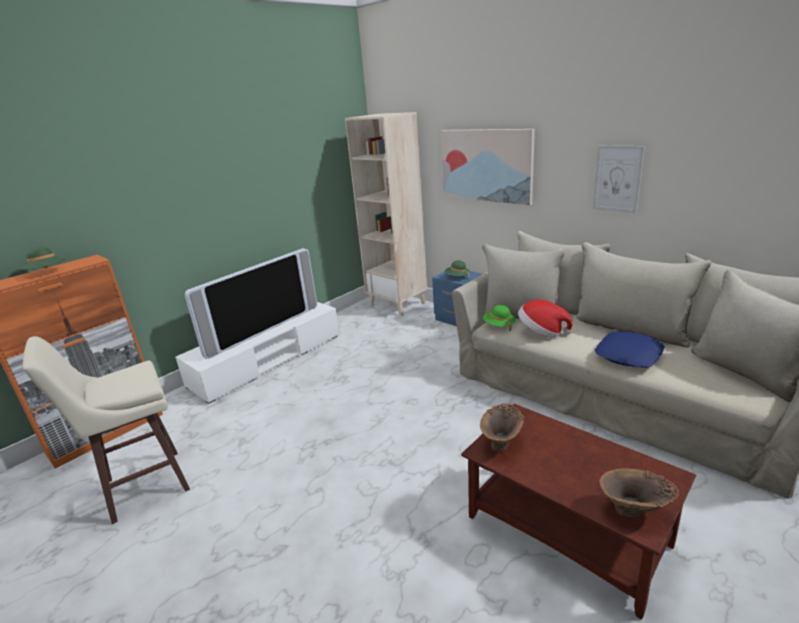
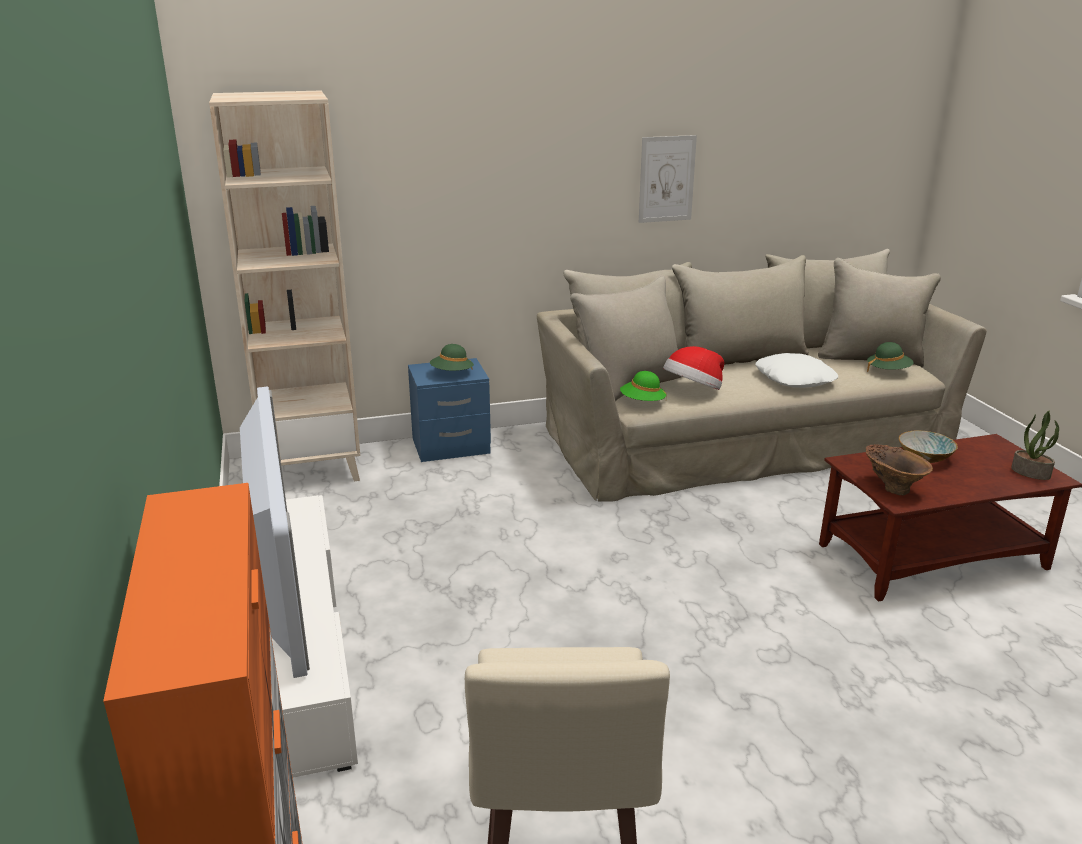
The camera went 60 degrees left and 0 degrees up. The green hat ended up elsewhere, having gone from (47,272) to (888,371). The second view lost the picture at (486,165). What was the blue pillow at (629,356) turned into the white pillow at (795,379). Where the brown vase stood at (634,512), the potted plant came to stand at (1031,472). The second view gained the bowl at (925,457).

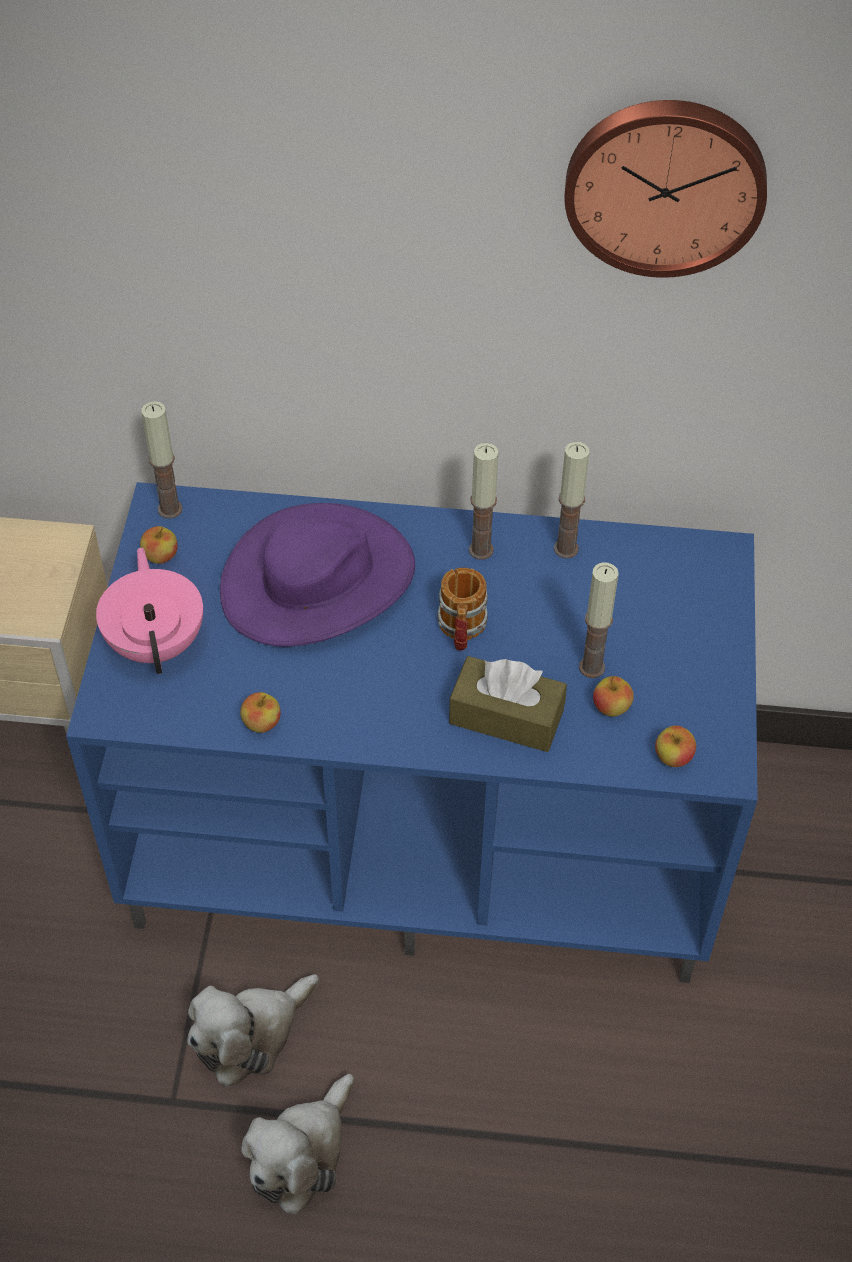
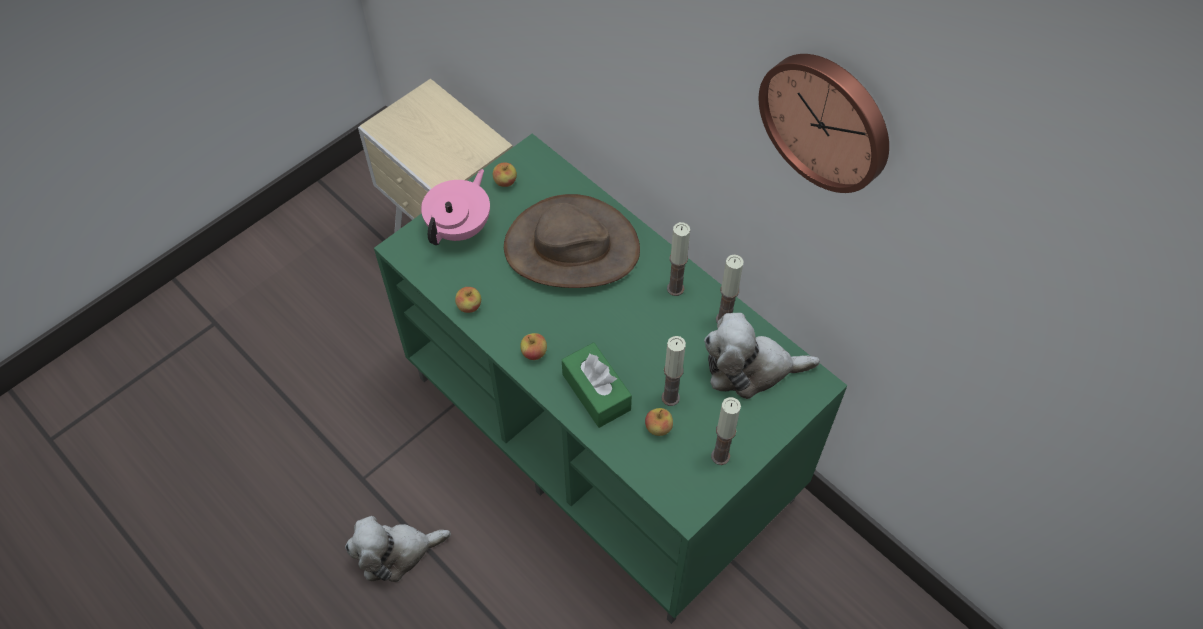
The camera went 40 degrees right and 5 degrees up. What was the blue tv stand at (428,835) turned into the green tv stand at (605,437). The candle ended up elsewhere, having gone from (170,509) to (720,456). The plush toy ended up elsewhere, having gone from (250,1035) to (750,368). What was the purple hat at (318,581) turned into the brown hat at (571,248). The second view lost the mug at (461,630). What was the brown tissue box at (506,716) turned into the green tissue box at (596,392). The apple ended up elsewhere, having gone from (673,757) to (534,353).

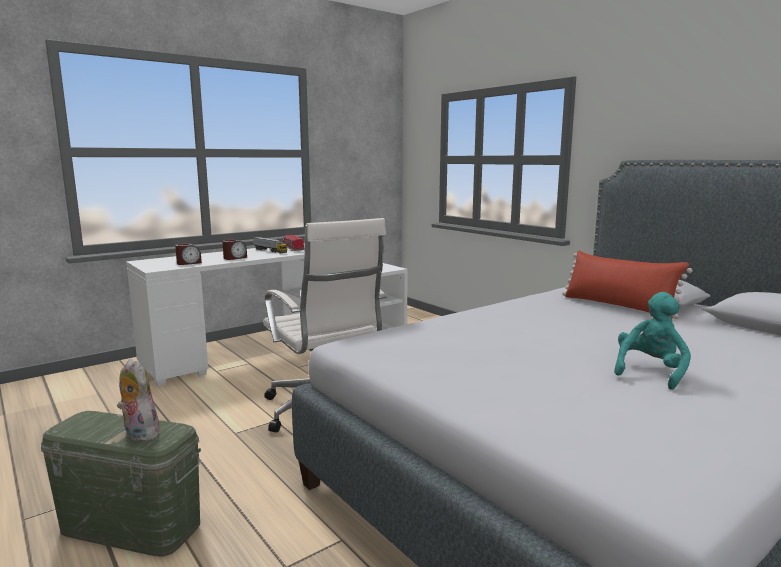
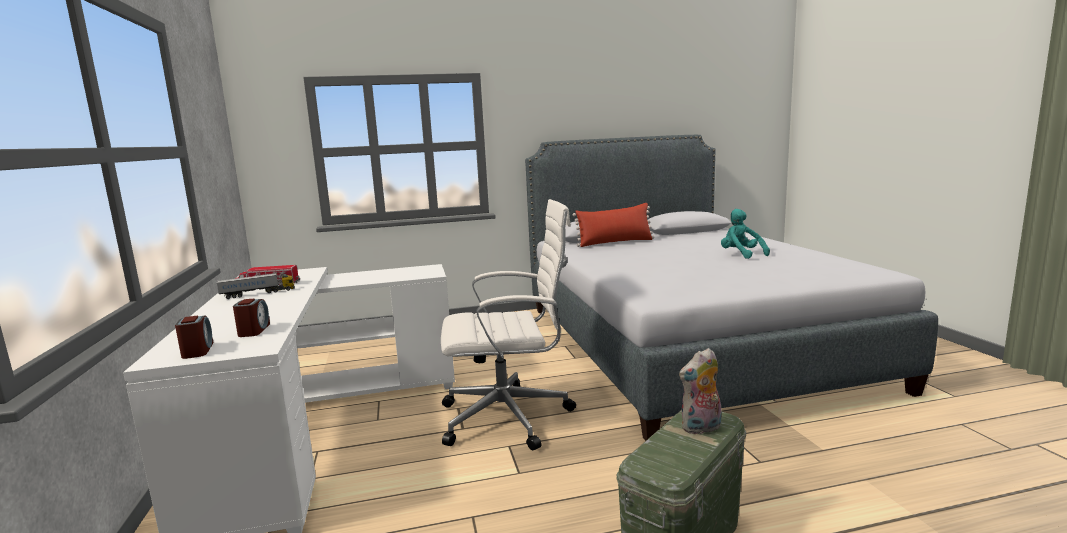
The camera went 65 degrees left and 0 degrees up. The alarm clock ended up elsewhere, having gone from (235,258) to (197,351).

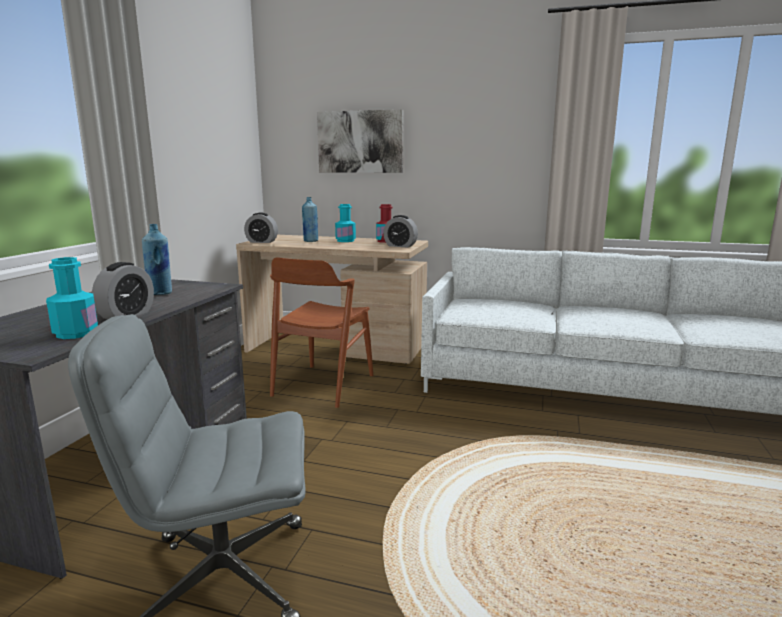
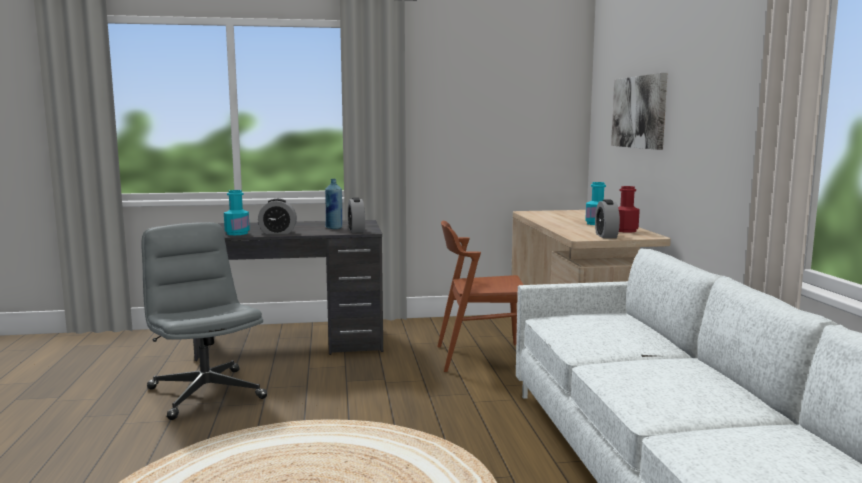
The camera went 65 degrees right and 5 degrees down. The alarm clock ended up elsewhere, having gone from (261,242) to (356,231). The second view lost the blue bottle at (310,241).

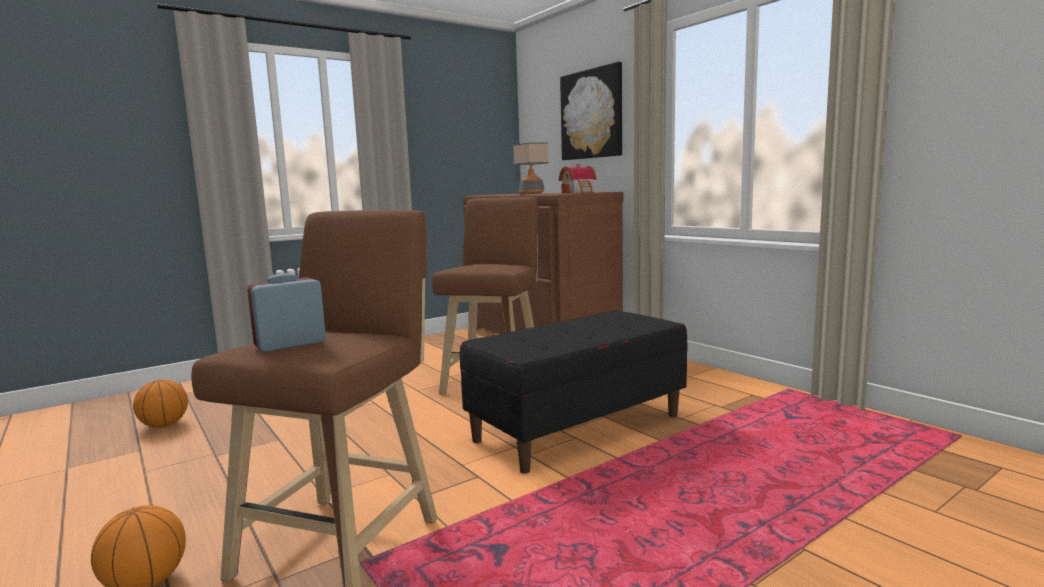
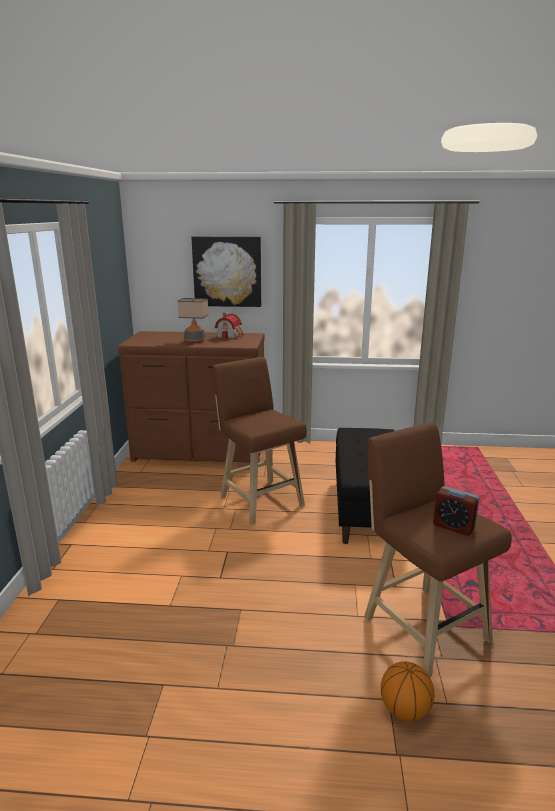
The camera went 50 degrees left and 10 degrees up. The second view lost the basketball at (164,425). The alarm clock at (290,344) ended up facing another way, 60 degrees counterclockwise from before.

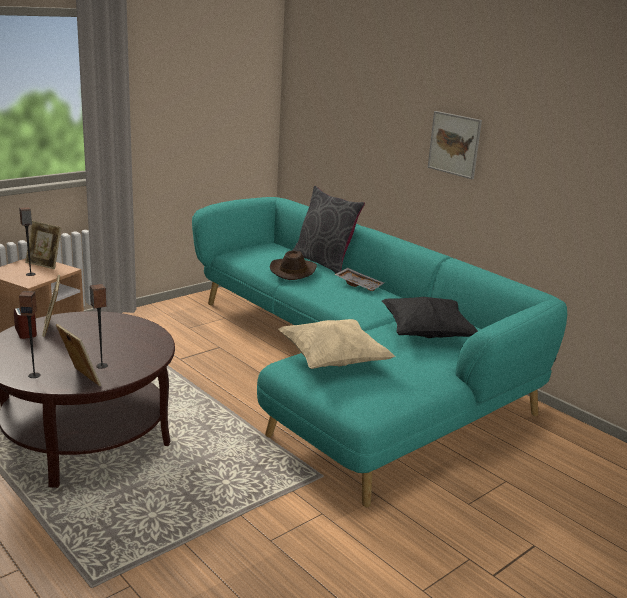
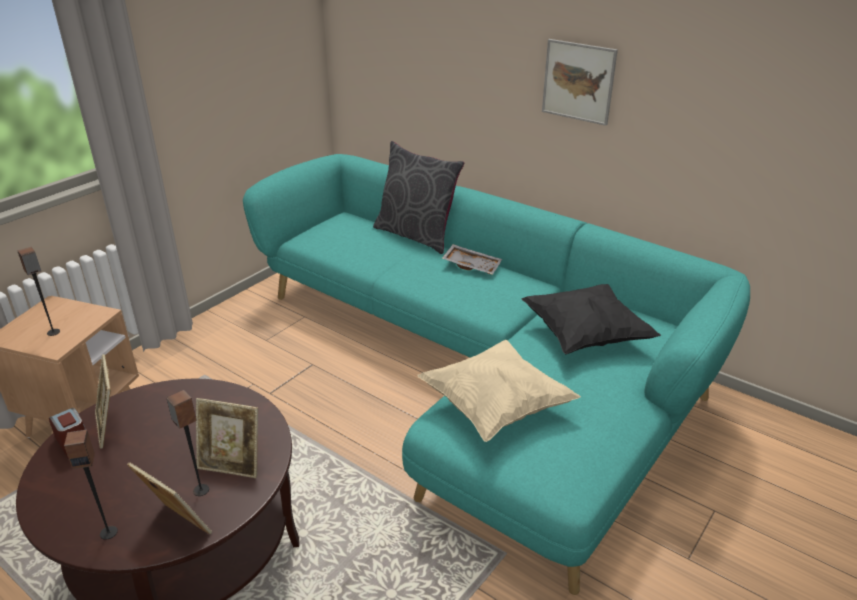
The camera went 10 degrees left and 10 degrees up. The picture frame ended up elsewhere, having gone from (44,264) to (232,465). The second view lost the brown hat at (293,271).

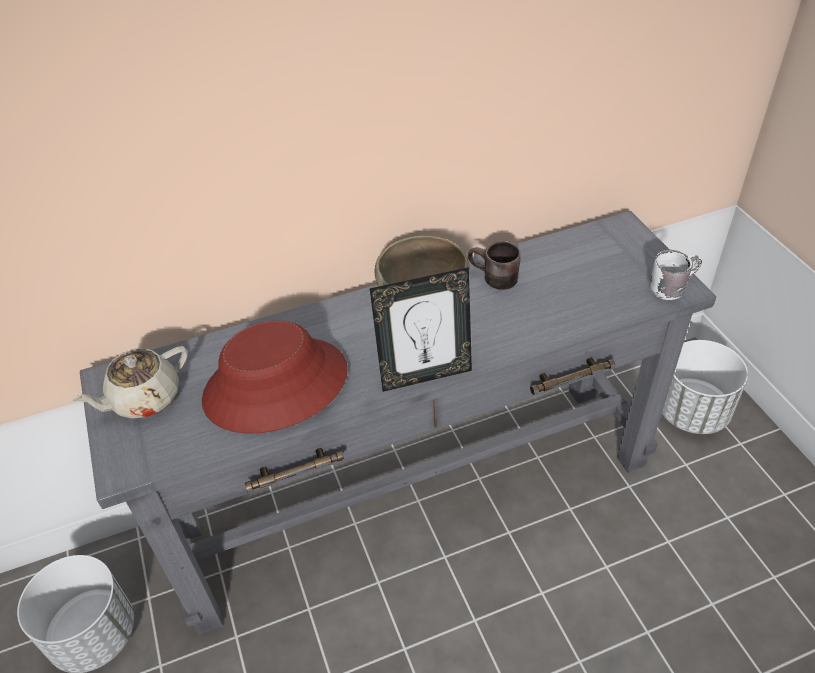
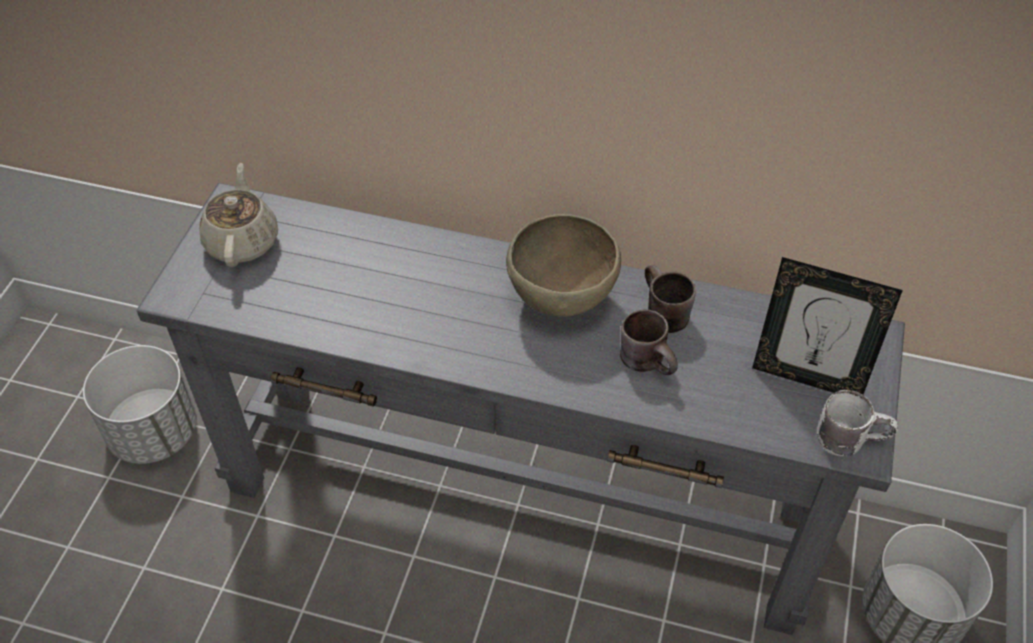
The camera went 35 degrees right and 5 degrees up. The beige teapot at (144,398) ended up facing another way, 90 degrees clockwise from before. The second view lost the red hat at (276,386). The picture frame ended up elsewhere, having gone from (425,375) to (807,377). The second view gained the brown mug at (650,360).

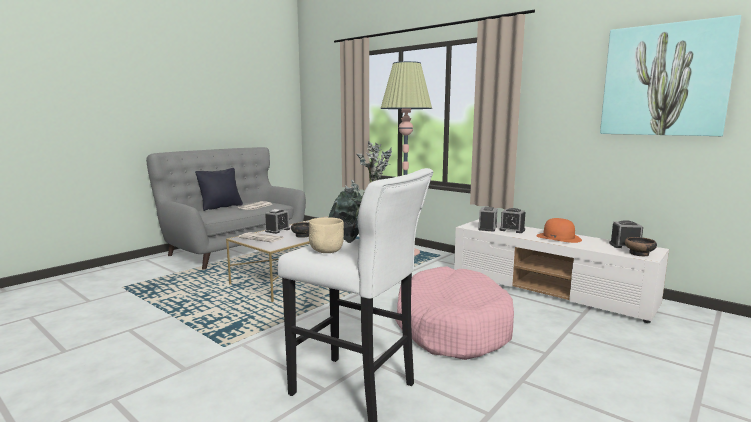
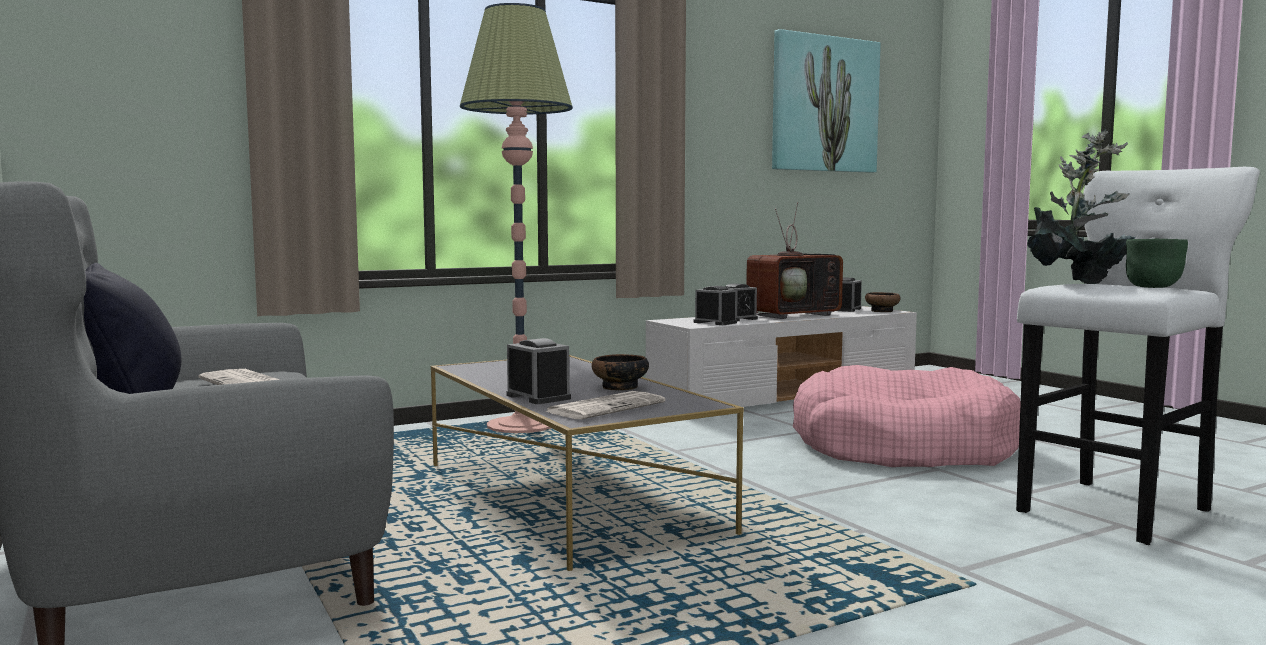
The camera went 70 degrees left and 5 degrees down. What was the beige bowl at (326,251) turned into the green bowl at (1154,287). Where the orange hat stood at (558,237), the television came to stand at (793,315).

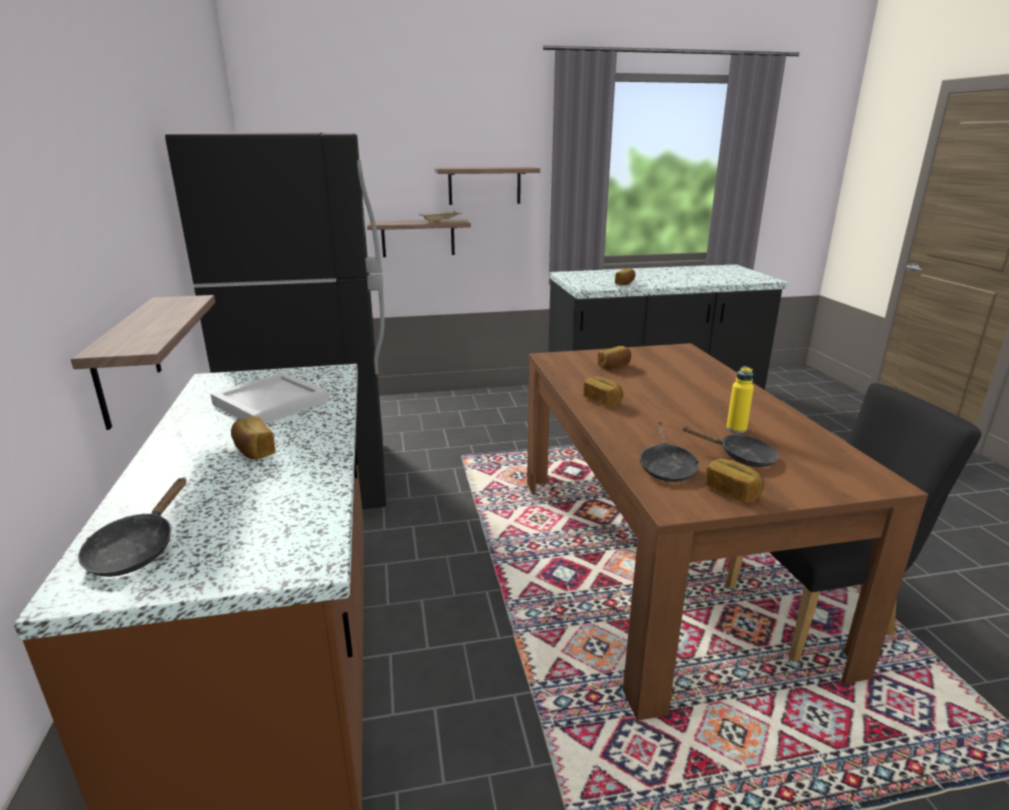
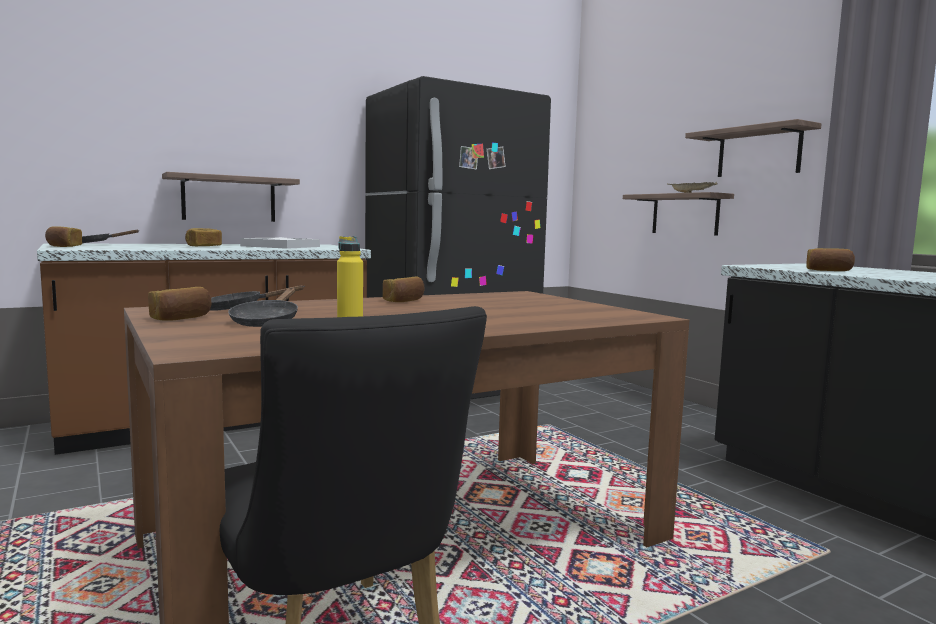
The camera went 70 degrees right and 15 degrees down. The bread ended up elsewhere, having gone from (614,366) to (63,246).

